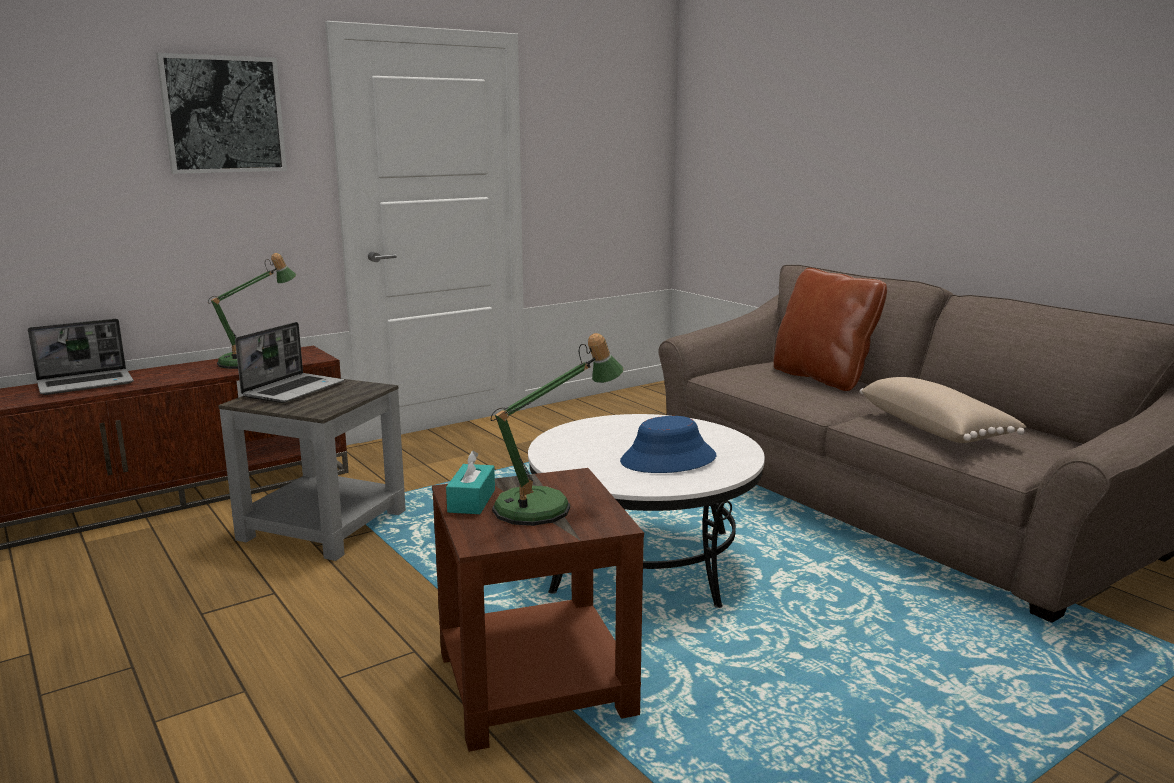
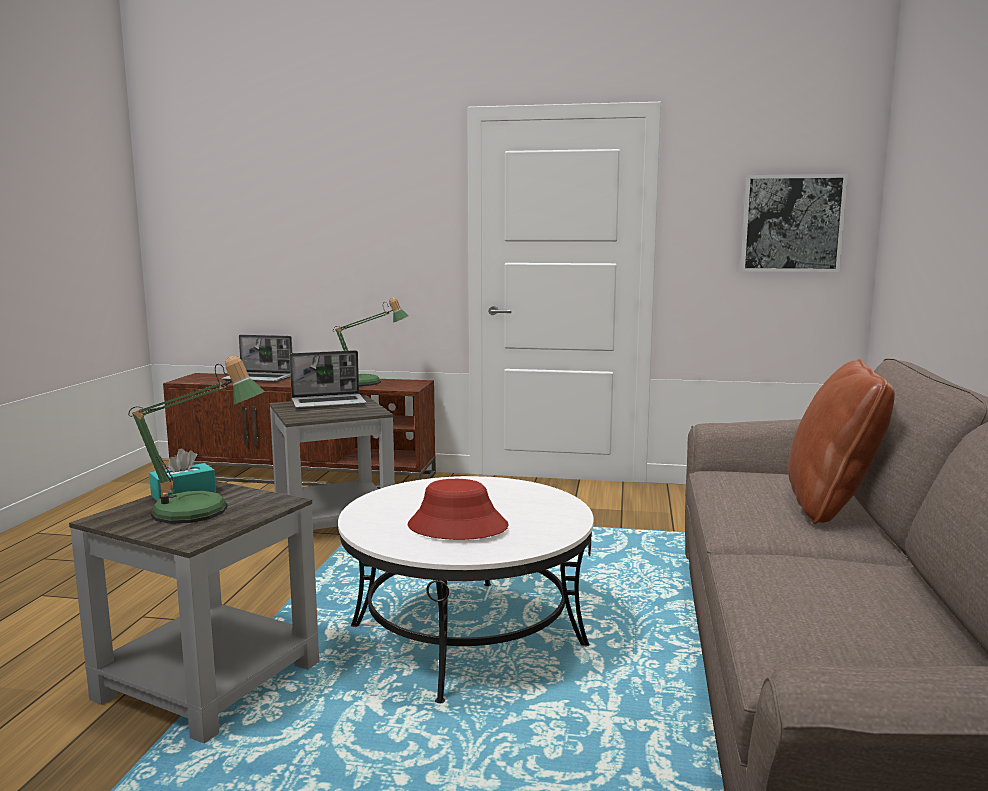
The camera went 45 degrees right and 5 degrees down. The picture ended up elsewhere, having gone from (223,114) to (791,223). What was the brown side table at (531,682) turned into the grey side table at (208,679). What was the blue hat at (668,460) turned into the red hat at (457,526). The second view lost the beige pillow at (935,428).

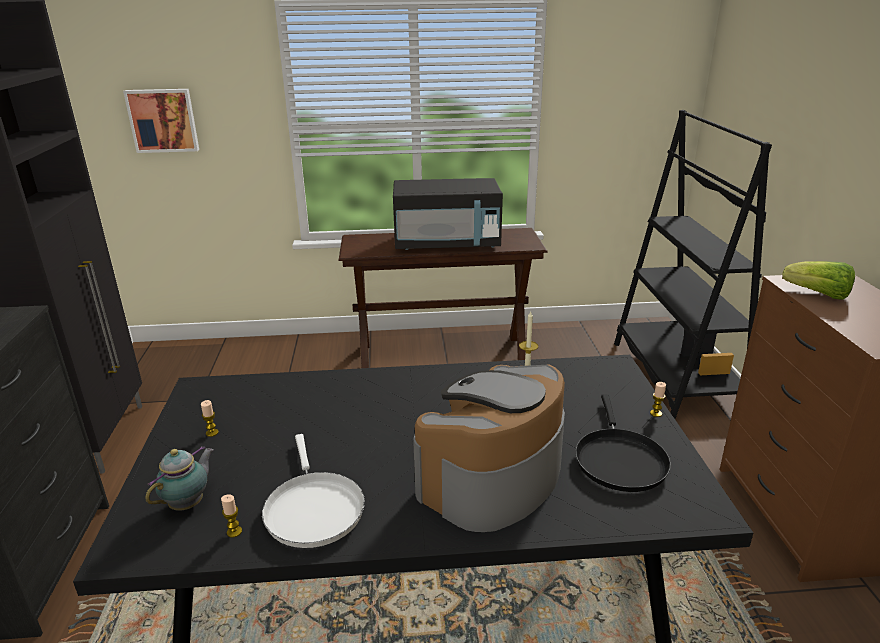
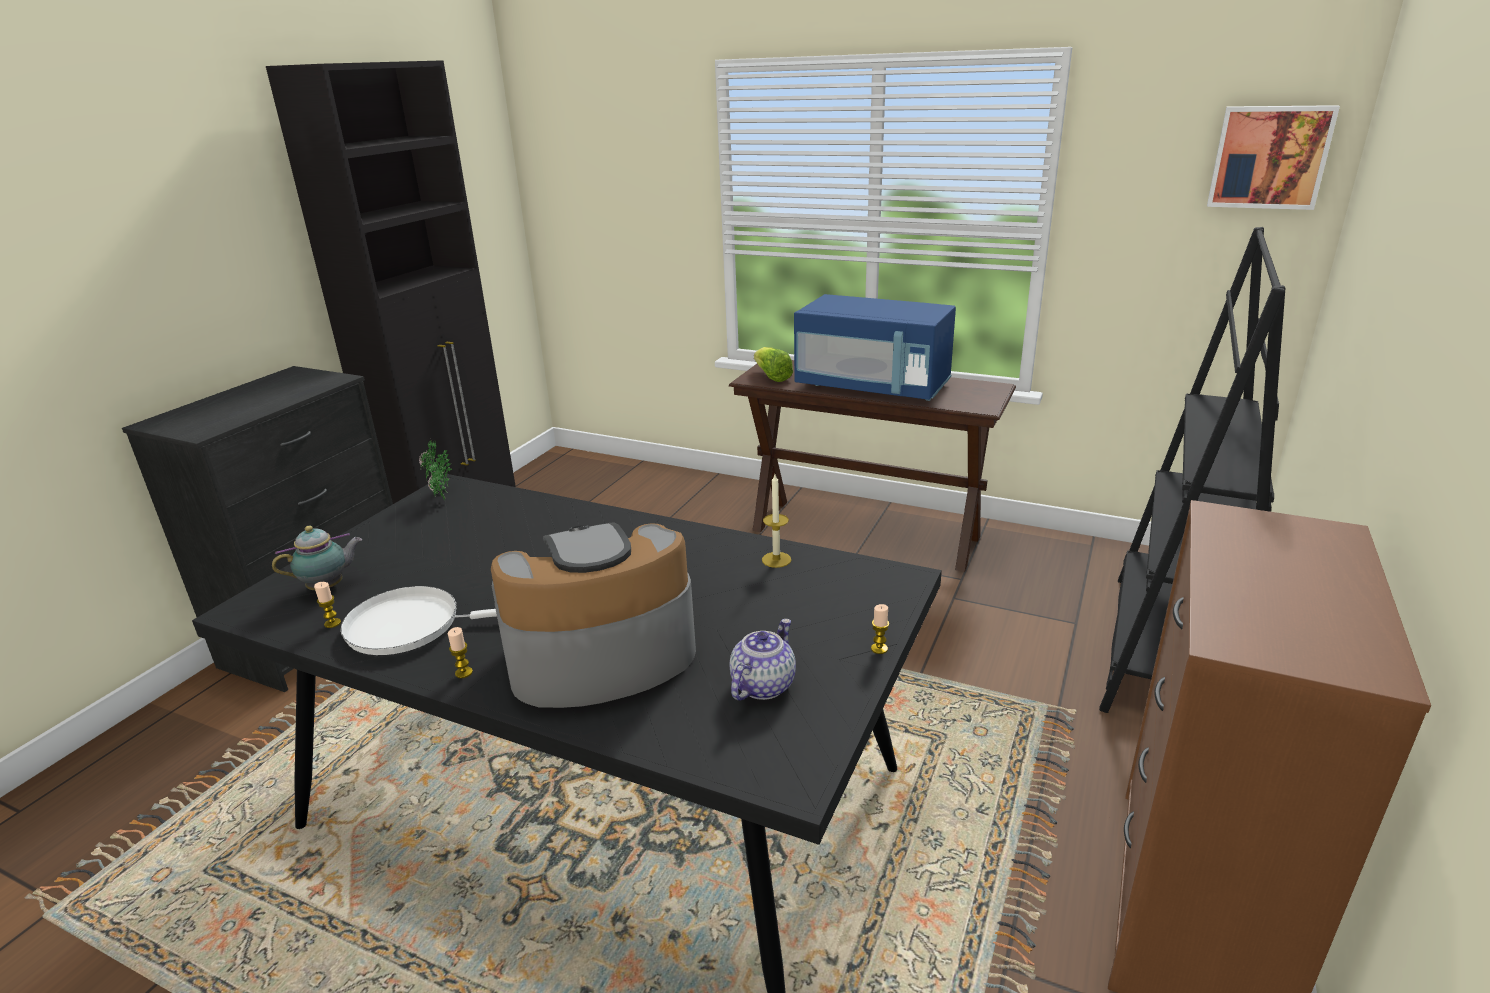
The camera went 30 degrees right and 0 degrees up. The picture ended up elsewhere, having gone from (163,120) to (1269,157). The candle ended up elsewhere, having gone from (212,433) to (464,673). The white frying pan at (313,508) ended up facing another way, 75 degrees clockwise from before. What was the black microwave at (447,244) turned into the blue microwave at (873,387). Where the black frying pan stood at (619,459), the teapot came to stand at (762,684). The lettuce ended up elsewhere, having gone from (818,294) to (772,377). The second view gained the potted plant at (440,497).

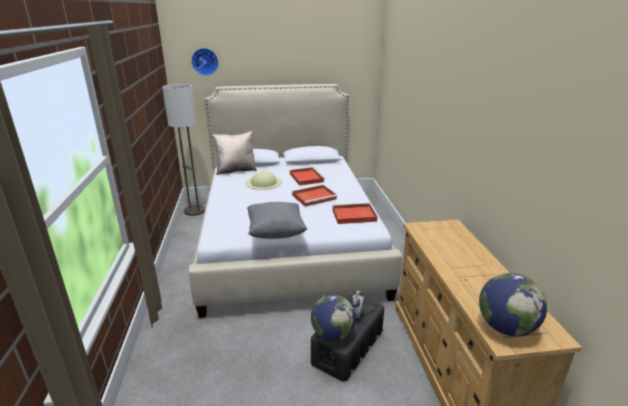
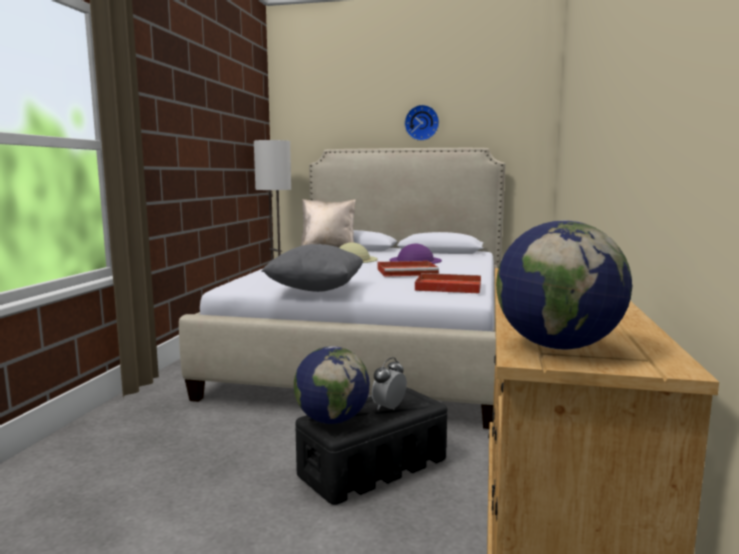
The camera went 20 degrees right and 15 degrees down. The wall clock ended up elsewhere, having gone from (205,61) to (422,123). Where the red tray stood at (306,177), the purple hat came to stand at (415,260).

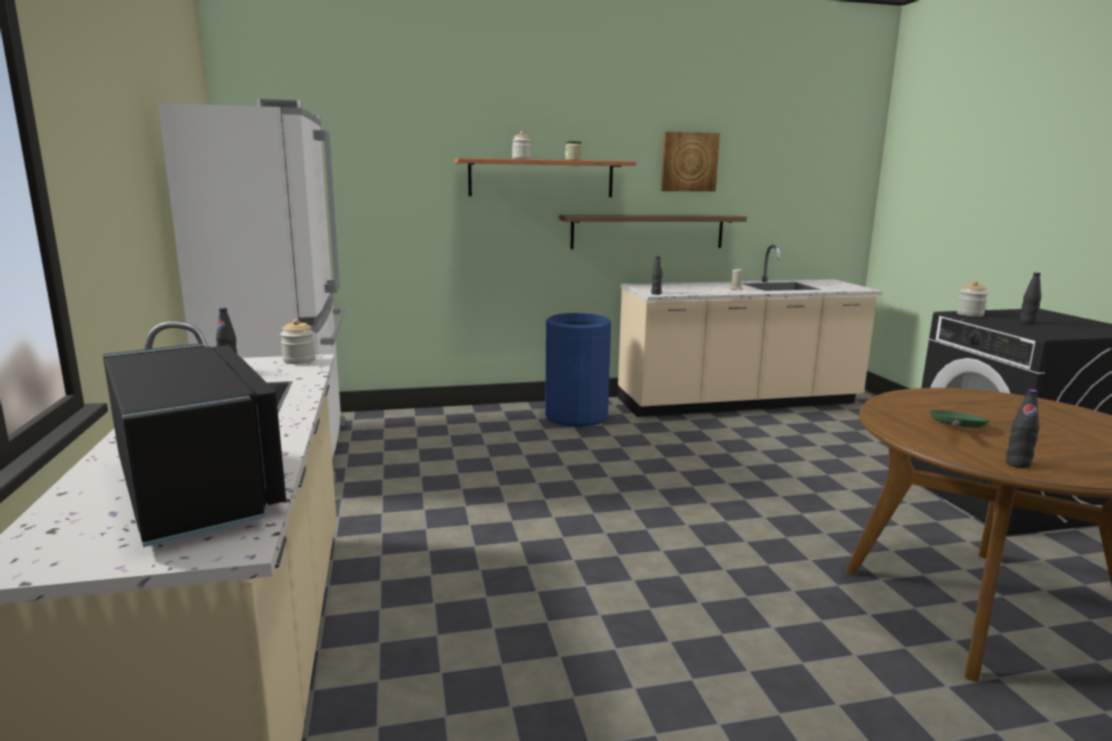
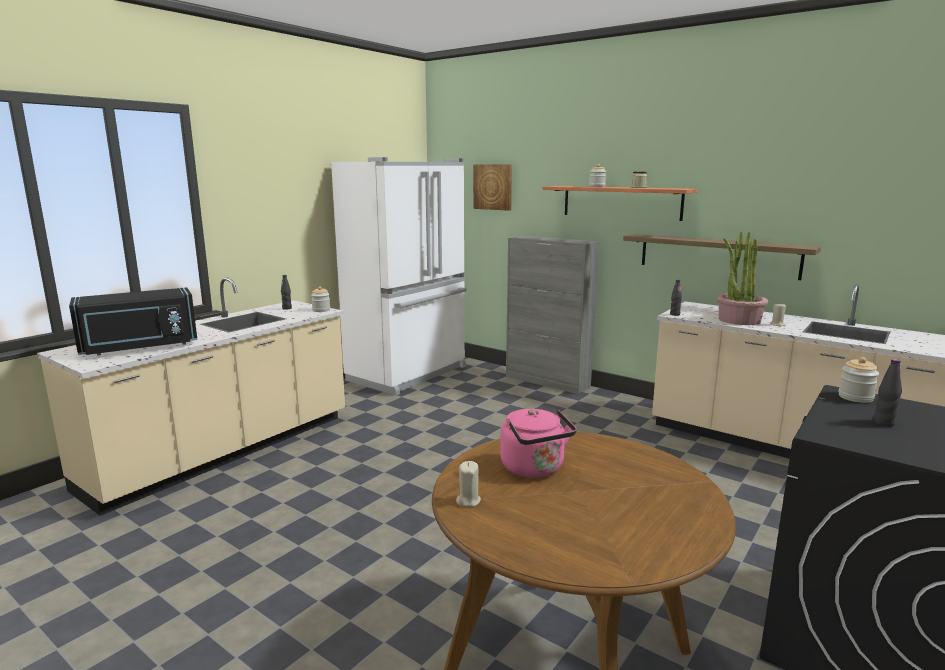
The camera went 50 degrees right and 0 degrees up. The black microwave at (200,488) ended up facing another way, 45 degrees clockwise from before. The second view lost the blue trash can at (576,416). The picture ended up elsewhere, having gone from (689,162) to (493,187). Where the green frying pan stood at (956,427), the pink kettle came to stand at (535,469). Where the black bottle stood at (1017,464), the beige candle came to stand at (468,500). The second view gained the grey cabinet at (547,381). The second view gained the potted plant at (739,320).

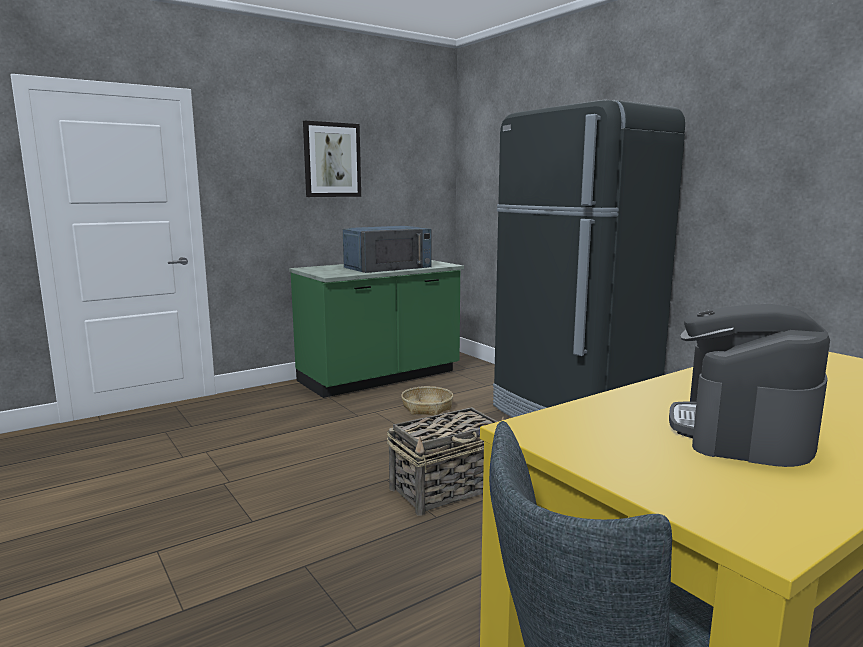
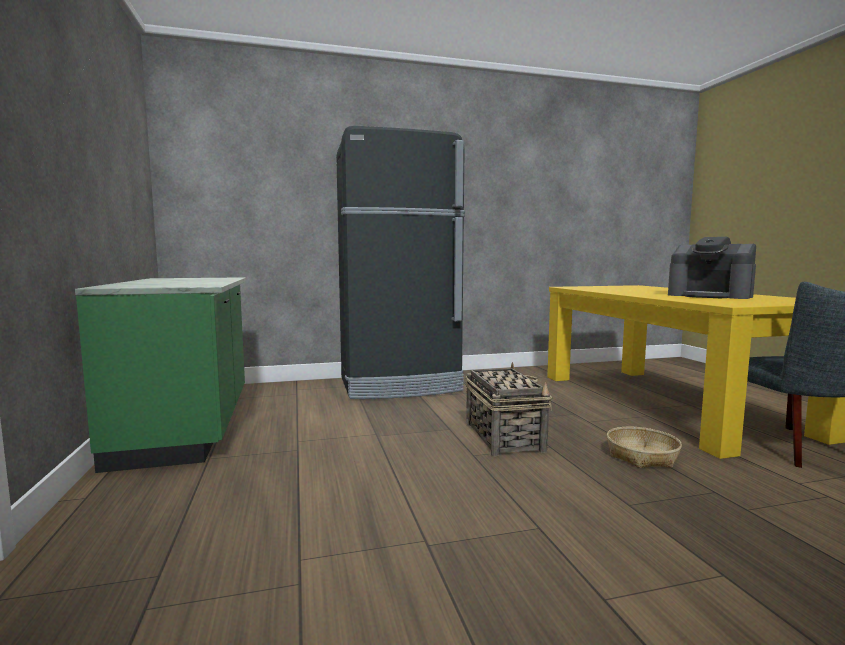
The camera went 70 degrees left and 5 degrees down. The second view lost the picture at (332,160). The second view lost the blue microwave at (388,267). The basket ended up elsewhere, having gone from (427,408) to (642,456).

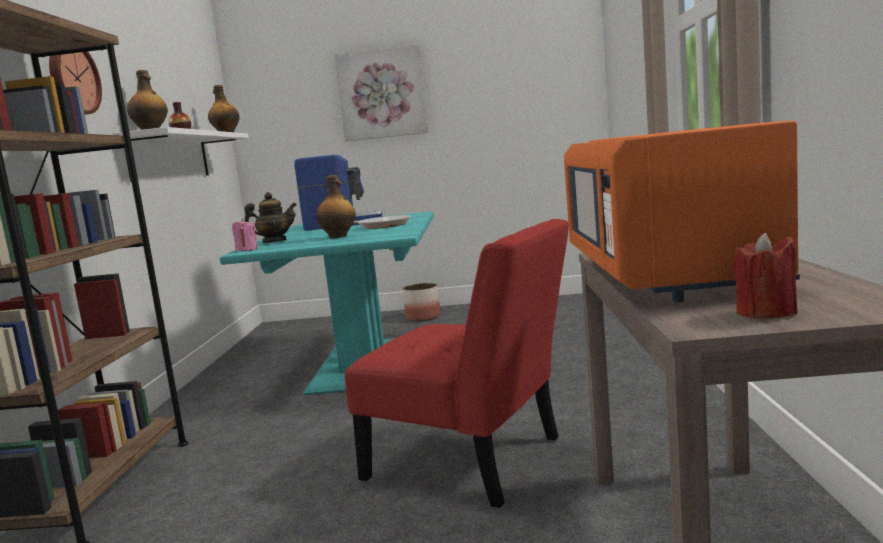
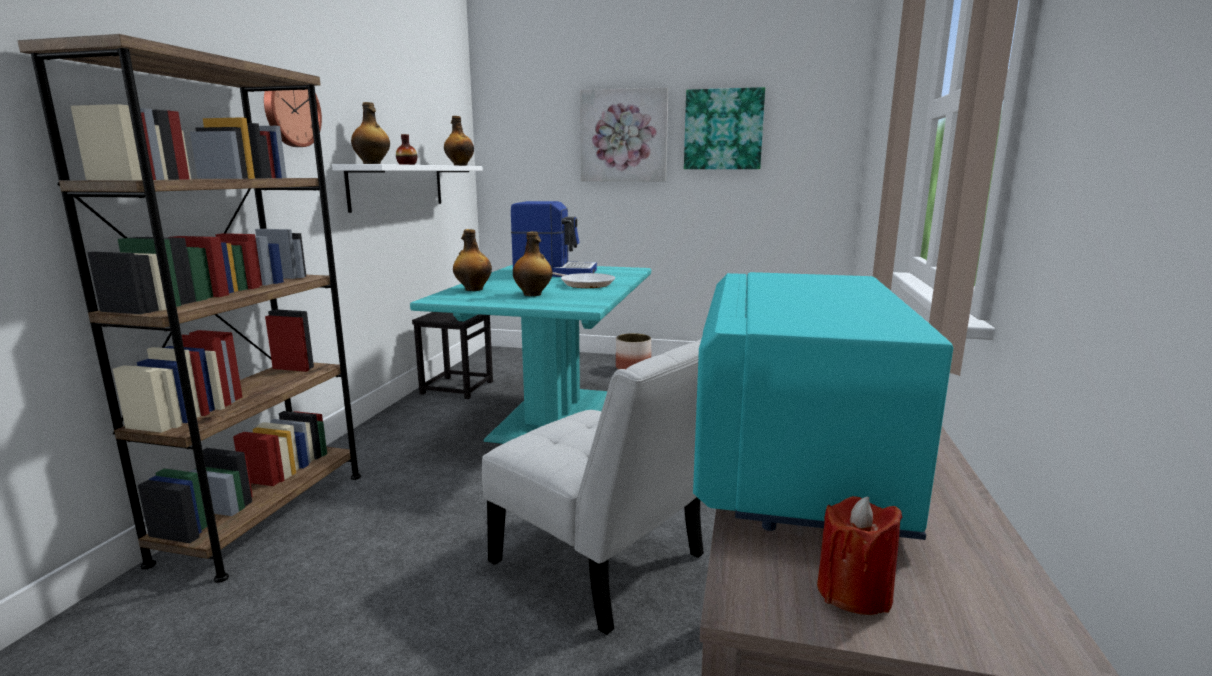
The camera went 10 degrees right and 5 degrees up. The second view lost the pink candle at (246,250). Where the teapot stood at (274,242), the bottle came to stand at (473,289). What was the red chair at (473,461) turned into the white chair at (606,564). What was the orange microwave at (668,275) turned into the turquoise microwave at (795,462). The second view gained the black stool at (456,387). The second view gained the picture at (723,129).

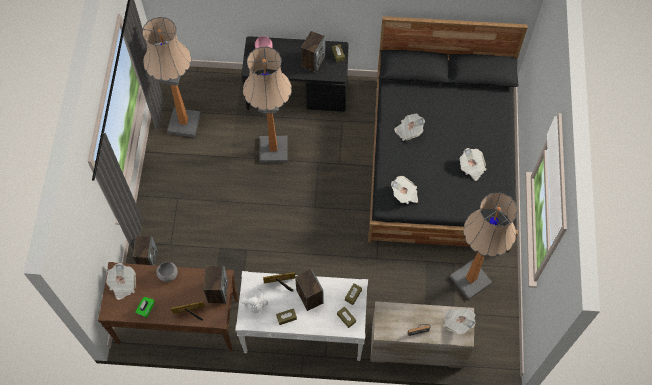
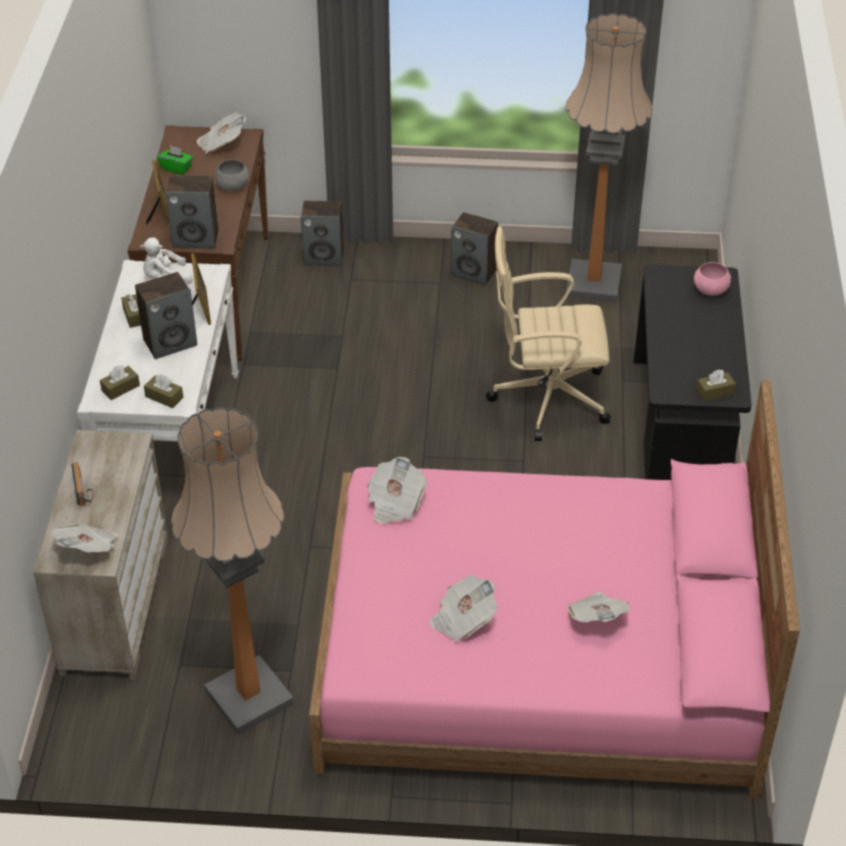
The camera went 90 degrees right and 20 degrees down. Where the floor lamp stood at (273,150), the beige office chair came to stand at (546,398). The speaker ended up elsewhere, having gone from (313,61) to (474,272). What was the black bed at (440,160) turned into the pink bed at (540,658). The newspaper ended up elsewhere, having gone from (408,131) to (597,618).

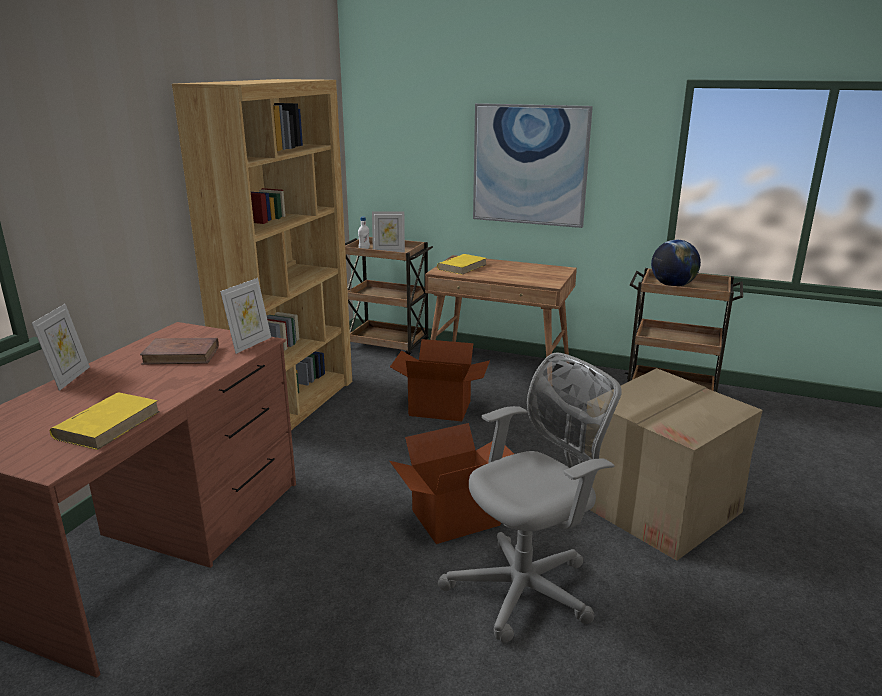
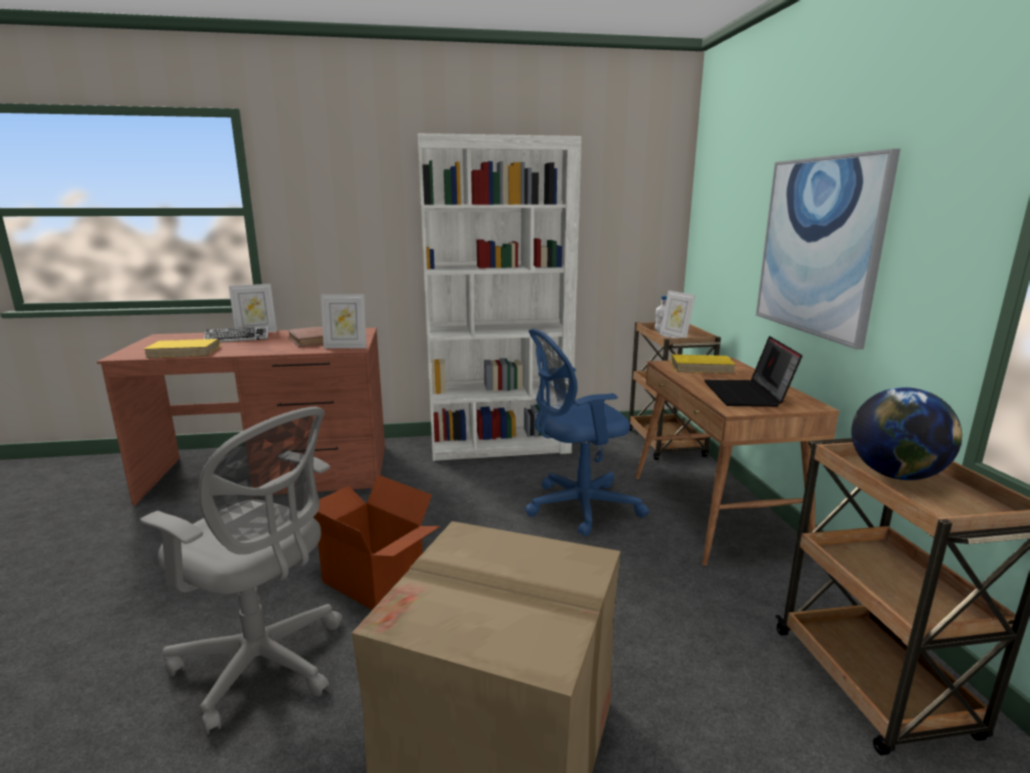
The camera went 60 degrees right and 5 degrees down. What was the brown bookcase at (291,404) turned into the white bookcase at (500,445). Where the cardboard box stood at (440,407), the blue office chair came to stand at (577,507). The second view gained the keyboard at (237,339). The second view gained the laptop at (747,395).

